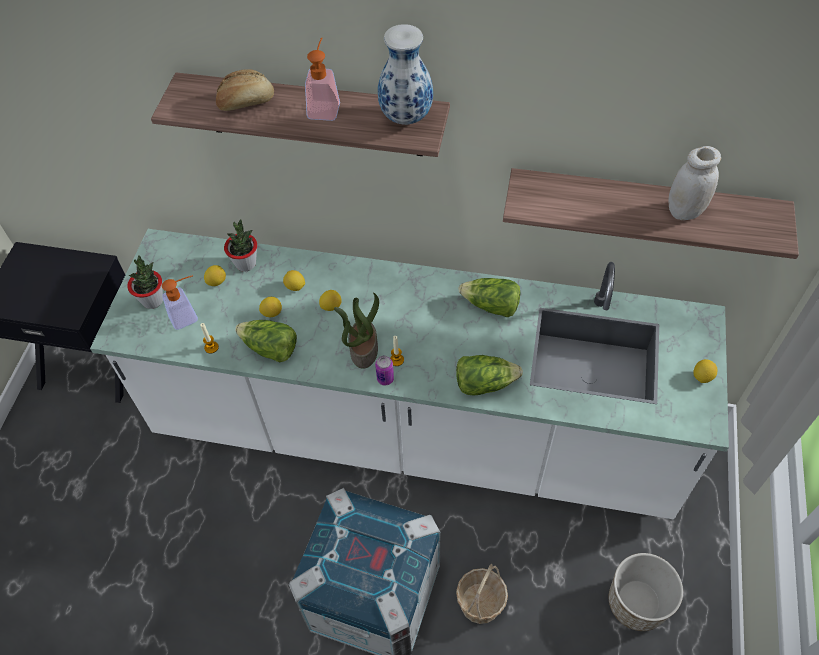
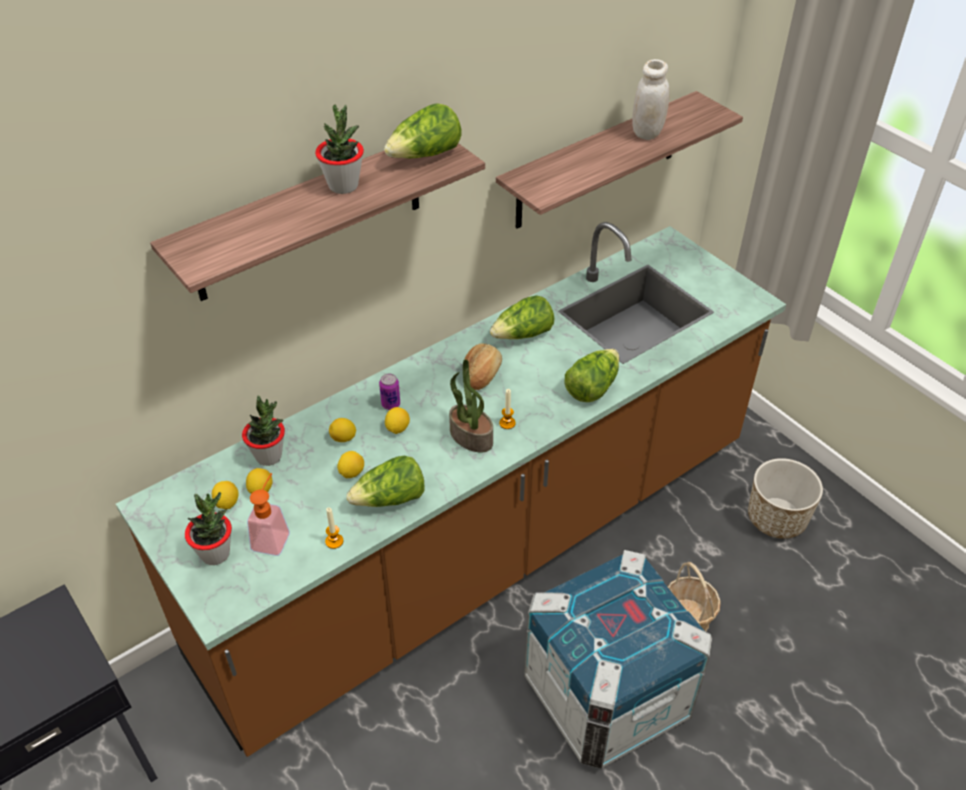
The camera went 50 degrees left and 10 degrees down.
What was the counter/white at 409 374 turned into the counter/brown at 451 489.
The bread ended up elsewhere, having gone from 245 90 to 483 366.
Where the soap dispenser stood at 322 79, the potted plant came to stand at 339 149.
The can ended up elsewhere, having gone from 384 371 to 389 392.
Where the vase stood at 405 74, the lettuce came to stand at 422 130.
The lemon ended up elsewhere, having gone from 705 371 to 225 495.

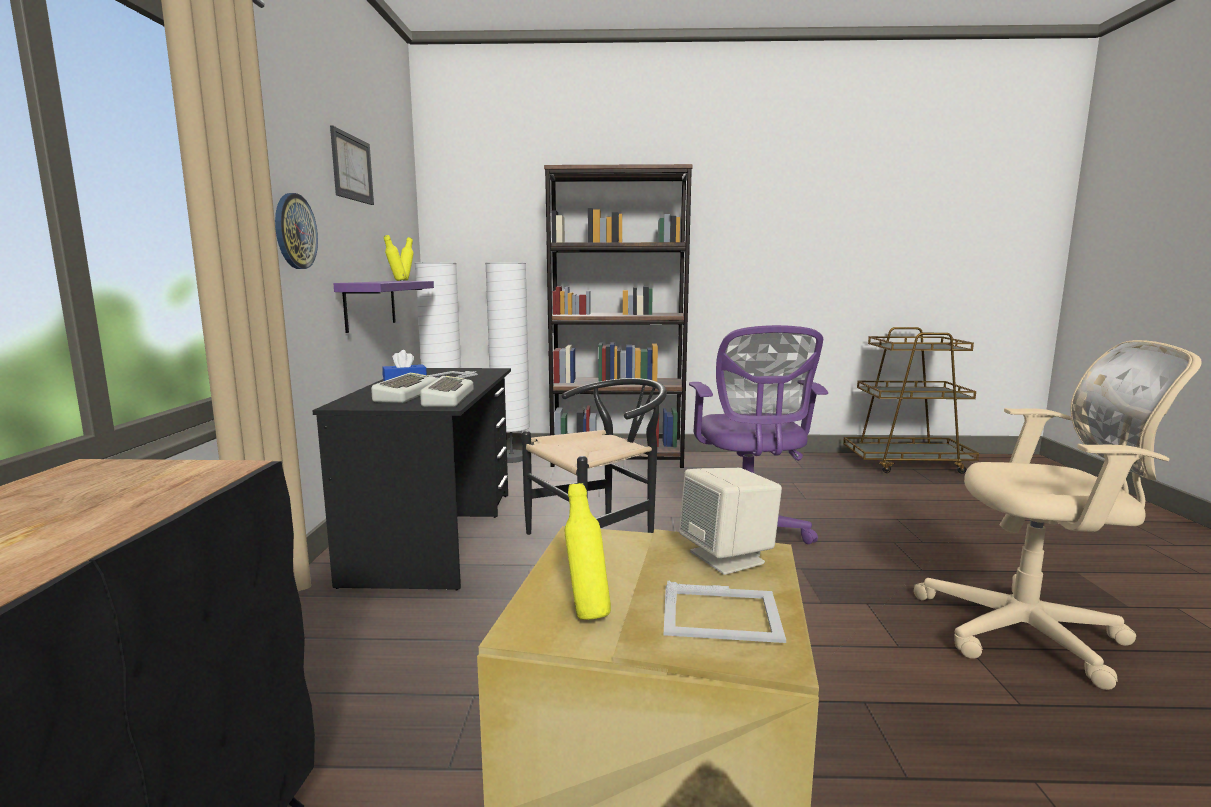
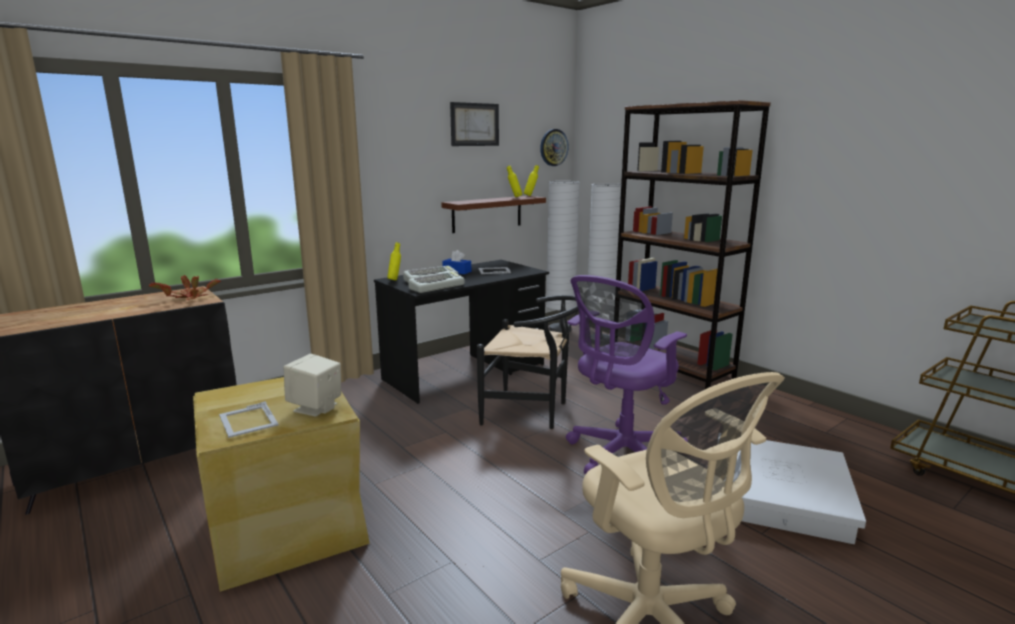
The camera went 50 degrees right and 5 degrees up.
The wall clock ended up elsewhere, having gone from 296 231 to 554 147.
What was the shelf/purple at 383 307 turned into the shelf/brown at 493 214.
The bottle/yellow ended up elsewhere, having gone from 588 551 to 394 261.
The second view gained the potted plant at 185 287.
The second view gained the storage box/white at 792 490.

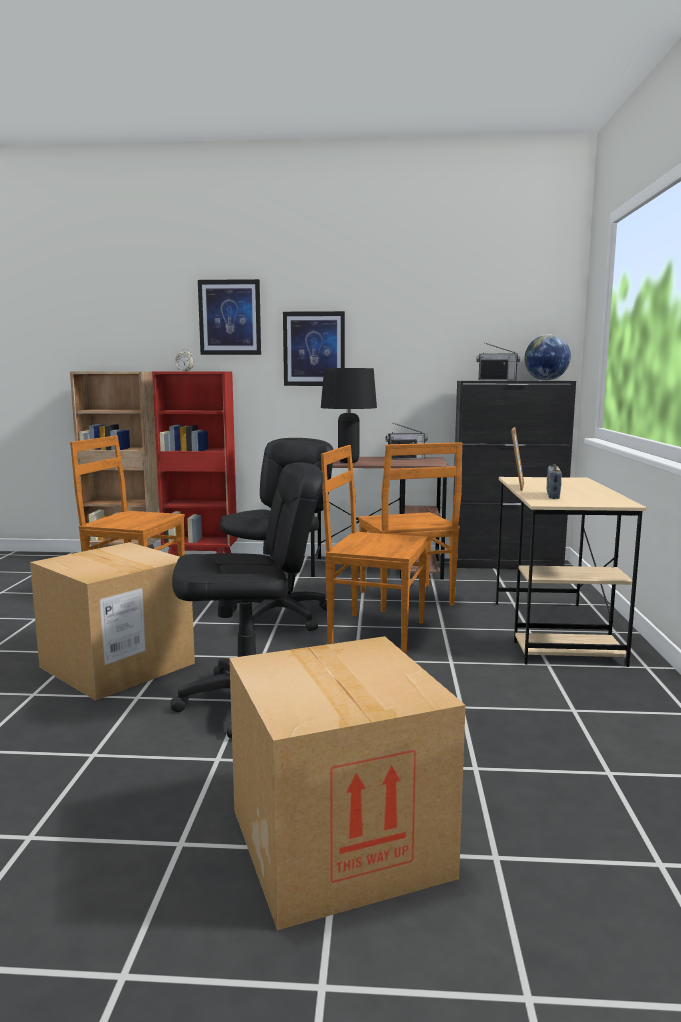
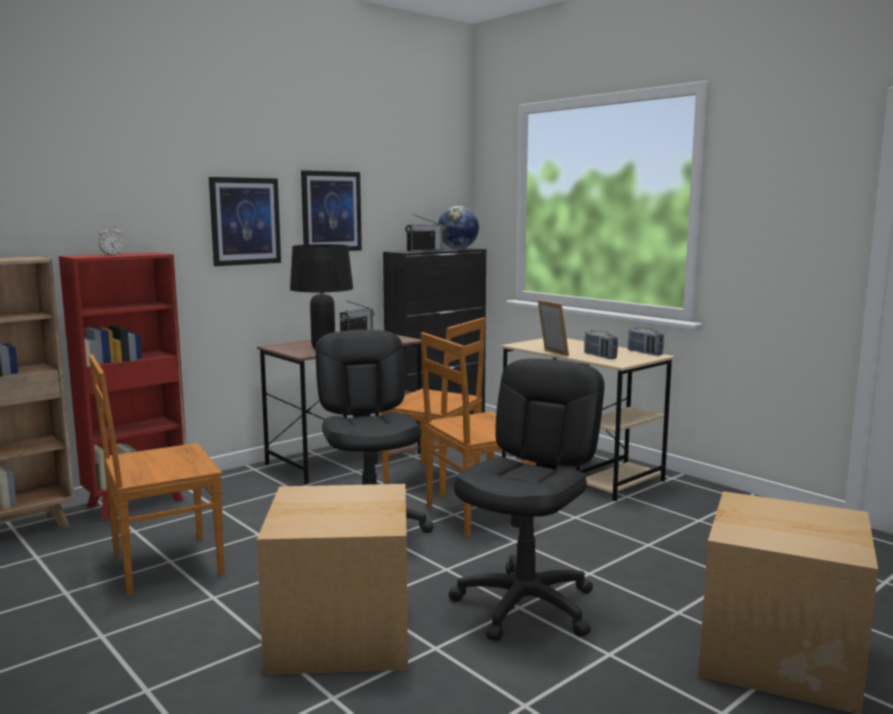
The camera went 45 degrees left and 0 degrees up.
The picture ended up elsewhere, having gone from 229 317 to 331 210.
The second view gained the radio at 646 341.

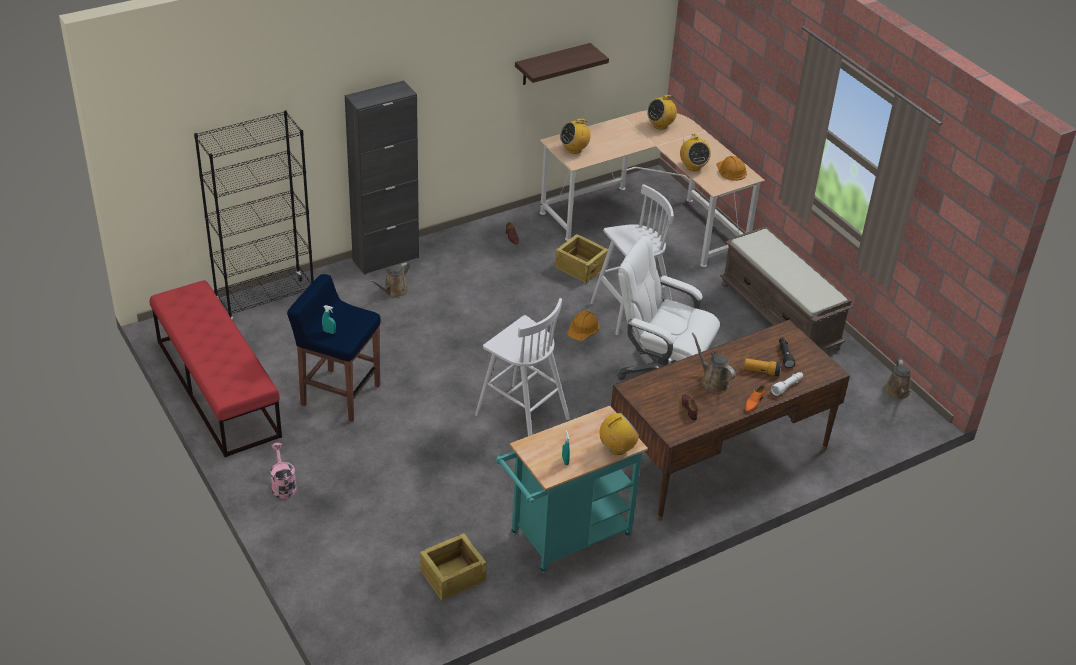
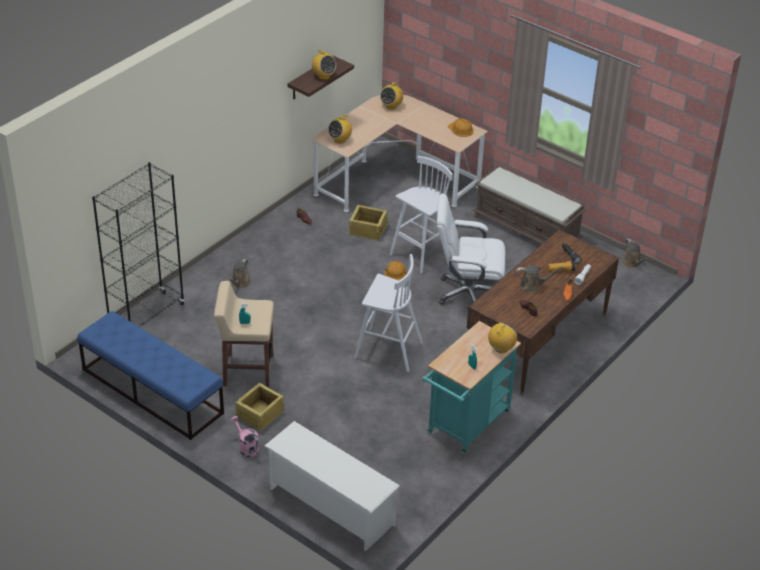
The camera went 20 degrees left and 0 degrees up.
What was the bench/red at 215 368 turned into the bench/blue at 150 375.
What was the stool/blue at 334 348 turned into the stool/beige at 244 334.
The second view lost the cabinet/black at 382 177.
The crate ended up elsewhere, having gone from 453 567 to 260 406.
The radio ended up elsewhere, having gone from 695 152 to 324 65.
The watering can/brown at 714 363 ended up facing another way, 150 degrees clockwise from before.
The second view gained the shoe rack/white at 332 486.

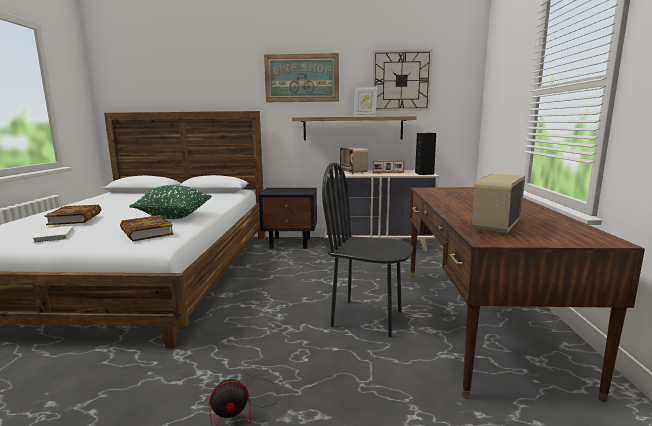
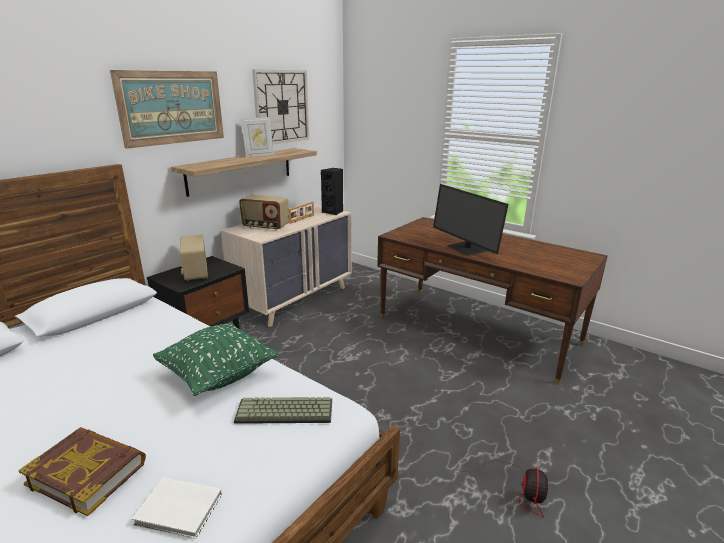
The camera went 55 degrees left and 10 degrees up.
Where the book stood at 147 228, the keyboard came to stand at 283 410.
The second view lost the chair/black at 367 249.
The radio ended up elsewhere, having gone from 498 204 to 194 258.
The second view gained the monitor at 471 220.

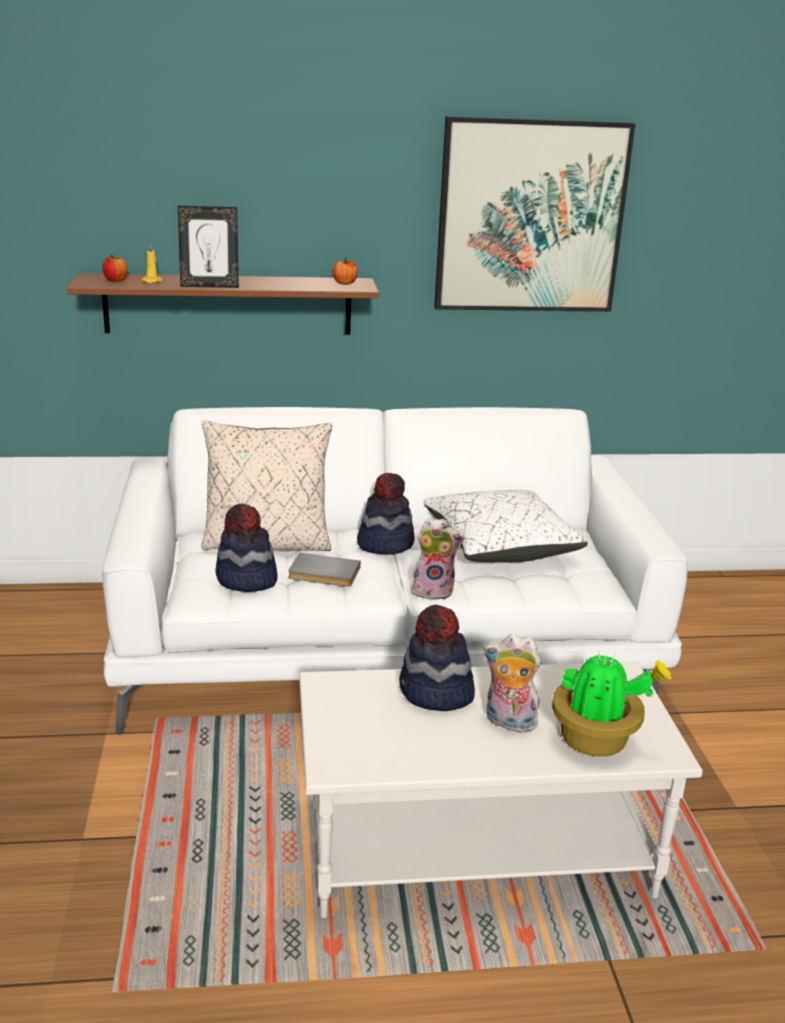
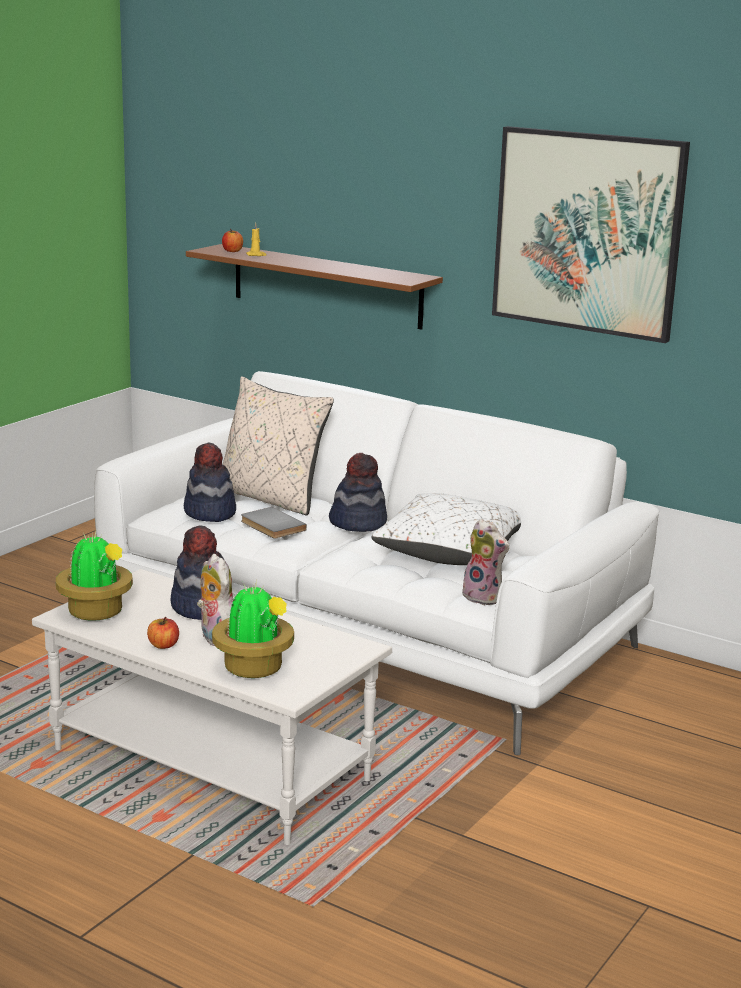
The camera went 40 degrees right and 5 degrees down.
The second view lost the picture frame at 208 247.
The apple ended up elsewhere, having gone from 345 271 to 163 633.
The plush toy ended up elsewhere, having gone from 438 559 to 485 562.
The second view gained the potted plant at 94 576.

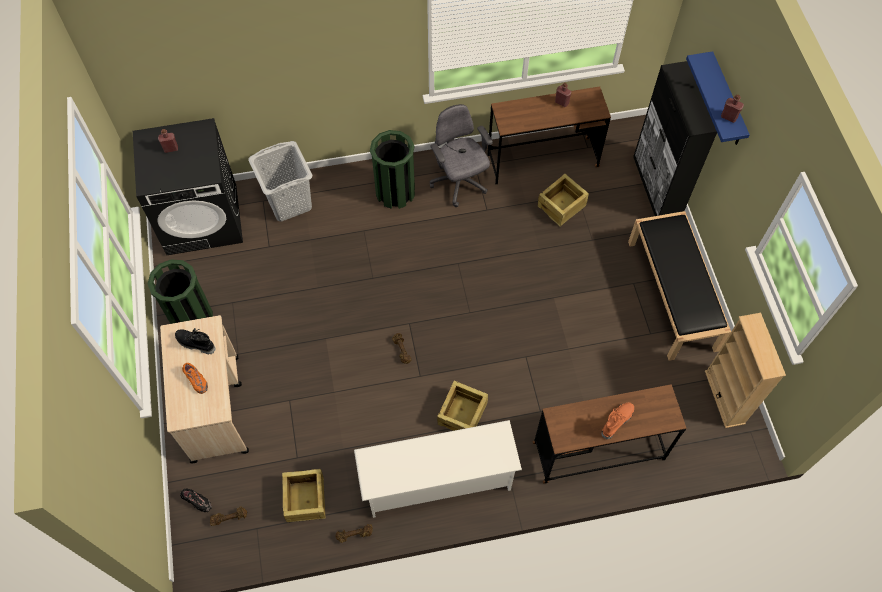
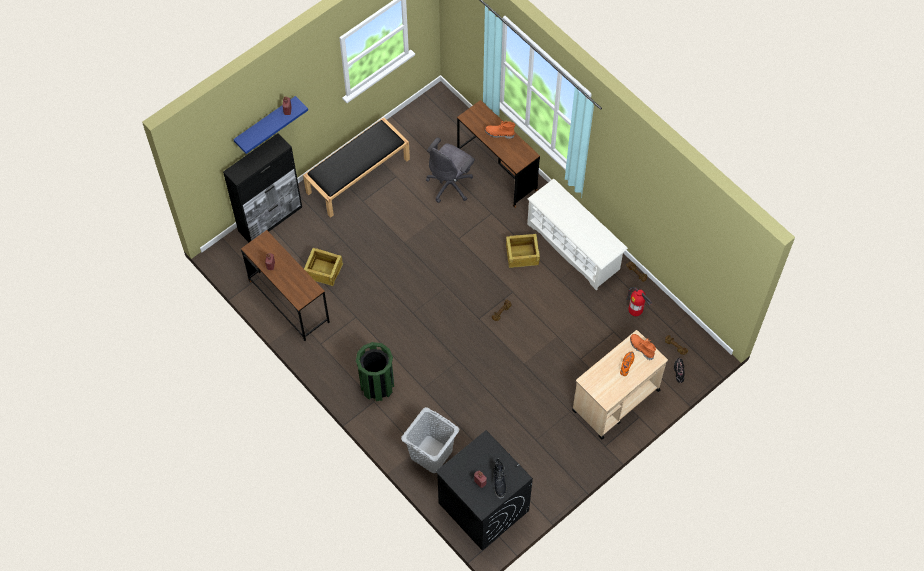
The camera went 120 degrees left and 0 degrees up.
The second view lost the trash can/green at 180 291.
The boot/black ended up elsewhere, having gone from 195 341 to 500 479.
Where the crate stood at 304 495, the fire extinguisher came to stand at 639 301.
The office chair/grey ended up elsewhere, having gone from 461 155 to 450 170.
The second view lost the bookcase/beige at 745 370.
The second view gained the boot/orange at 643 347.

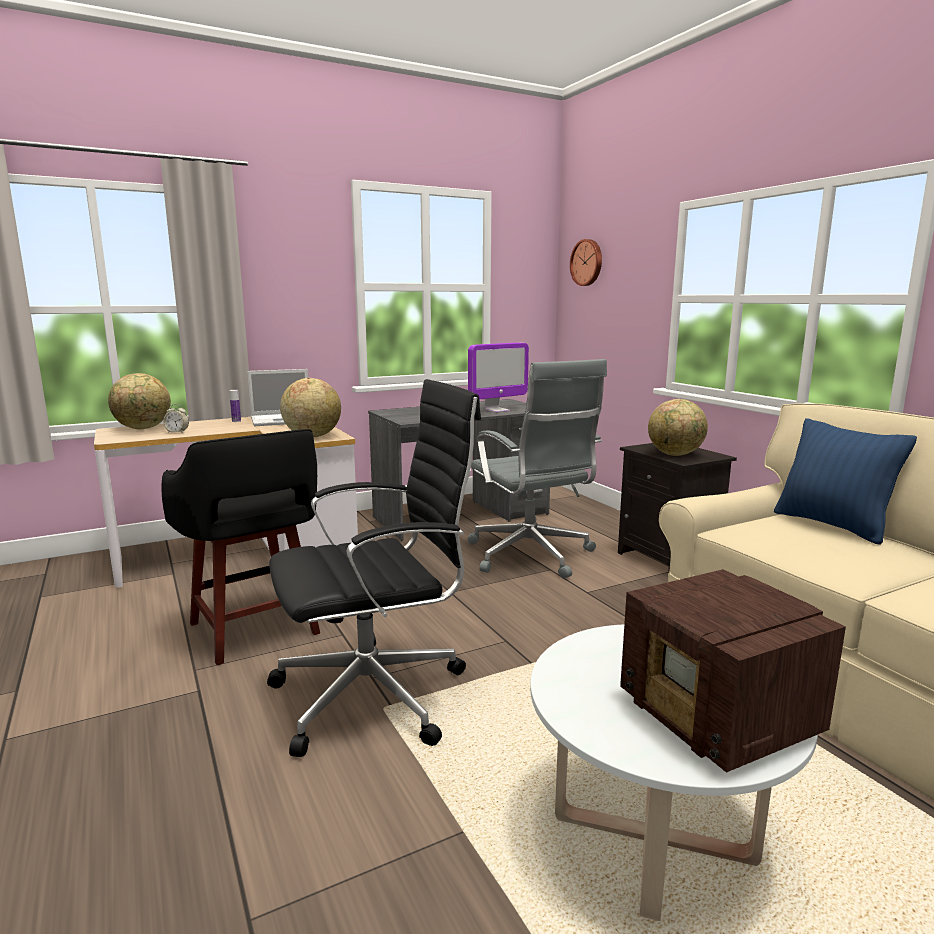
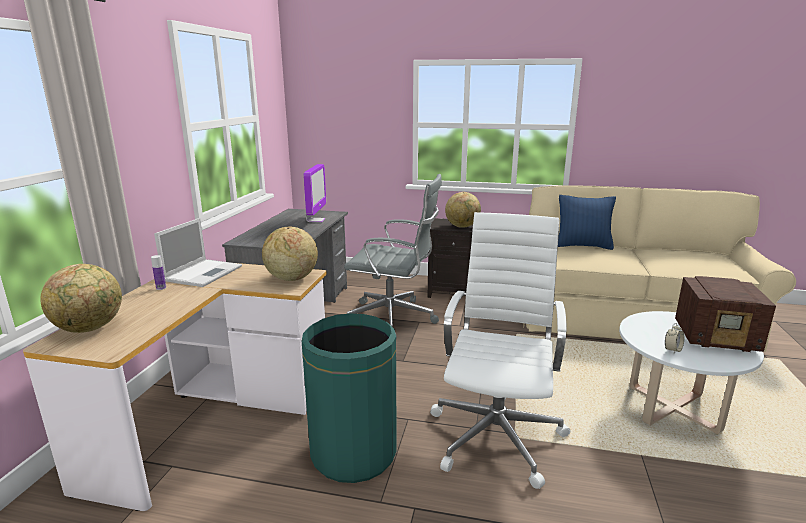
The camera went 50 degrees left and 5 degrees up.
Where the stool/black stood at 240 547, the trash can/green came to stand at 349 398.
The alarm clock ended up elsewhere, having gone from 176 418 to 674 338.
What was the office chair/black at 374 568 turned into the office chair/white at 500 350.
The second view lost the wall clock at 586 262.

